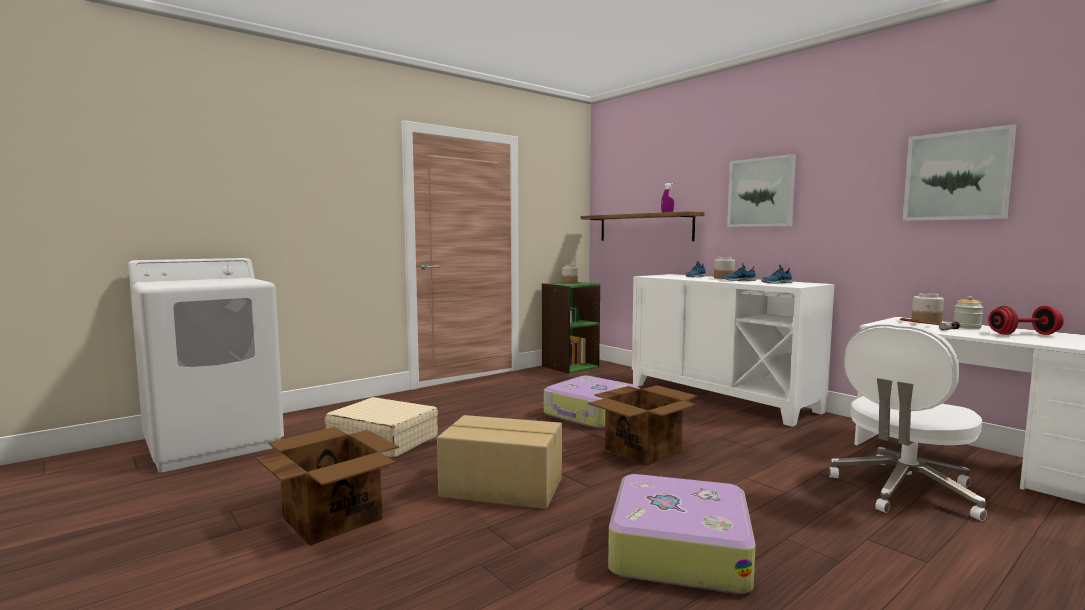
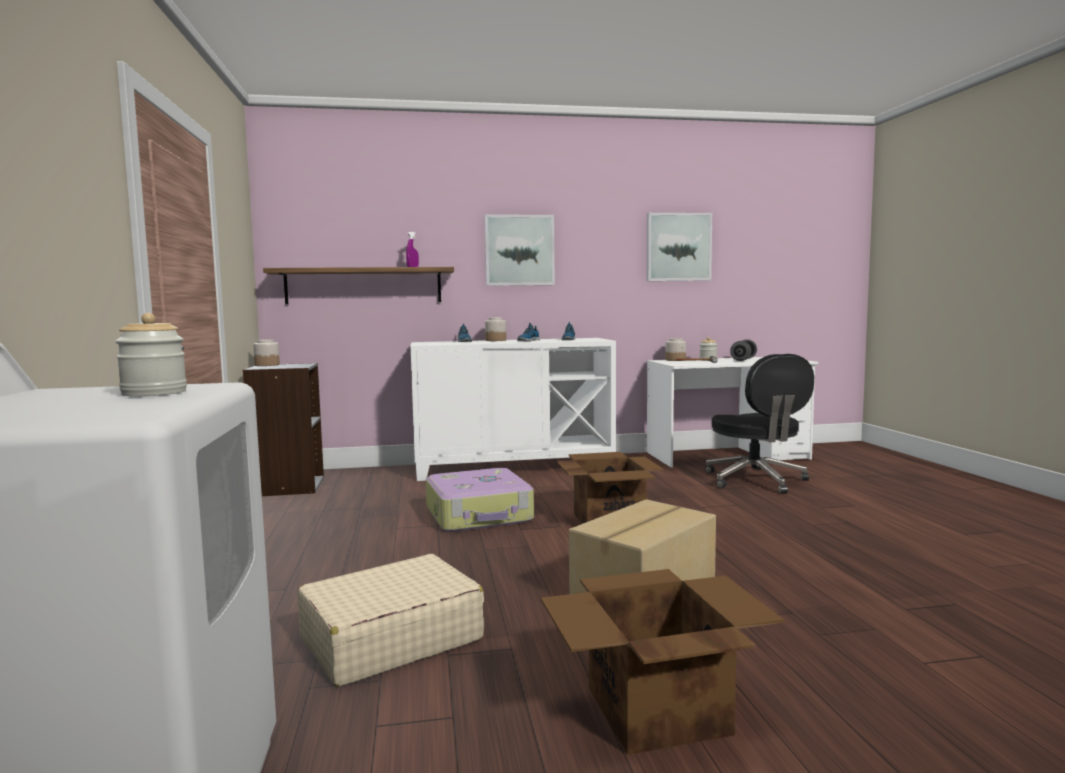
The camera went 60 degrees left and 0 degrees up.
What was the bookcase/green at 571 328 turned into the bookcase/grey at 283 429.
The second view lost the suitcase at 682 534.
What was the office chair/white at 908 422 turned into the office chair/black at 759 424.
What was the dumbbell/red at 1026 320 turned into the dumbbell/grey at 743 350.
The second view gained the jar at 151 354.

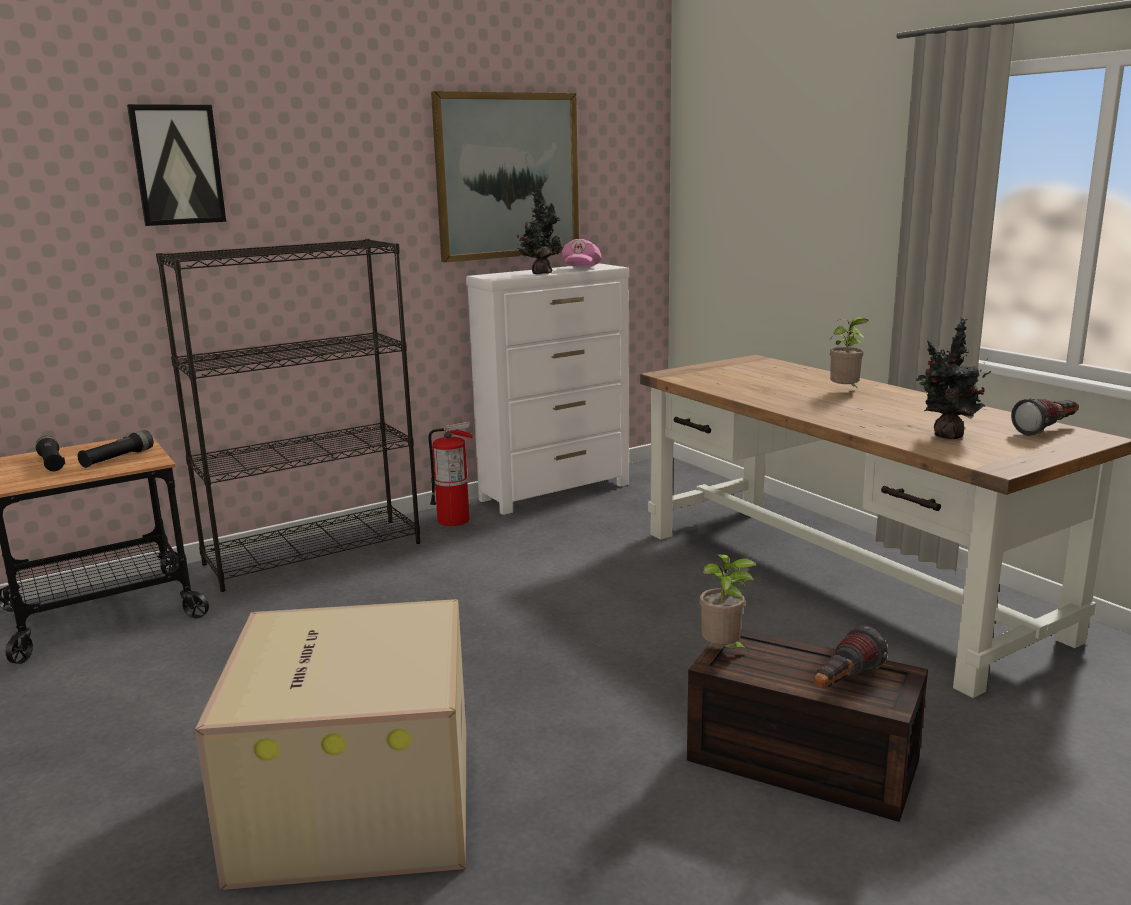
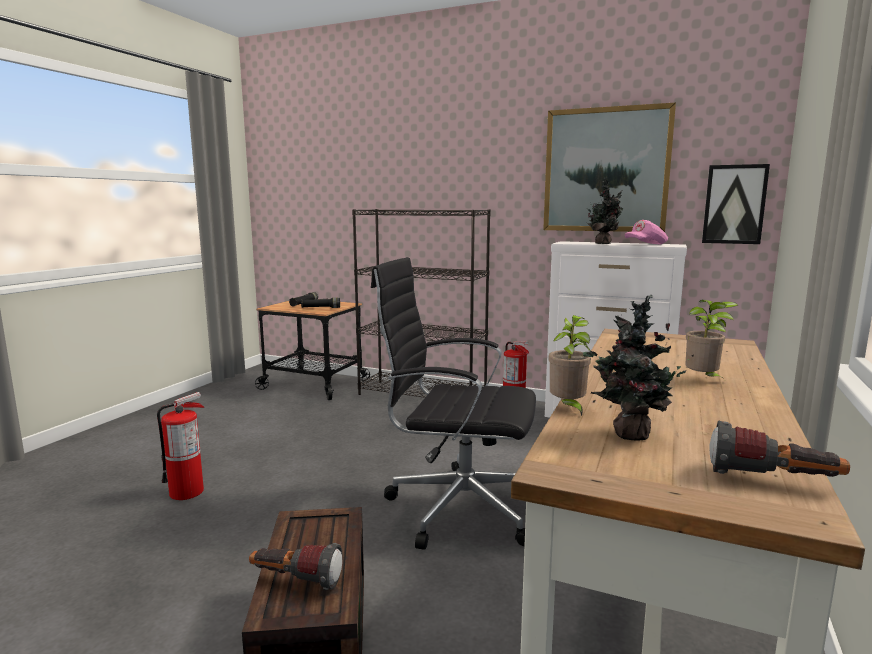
The camera went 55 degrees right and 5 degrees down.
The picture ended up elsewhere, having gone from 176 165 to 736 204.
Where the cardboard box stood at 330 744, the fire extinguisher came to stand at 180 446.
The potted plant ended up elsewhere, having gone from 728 603 to 570 365.
The second view gained the office chair/black at 453 403.

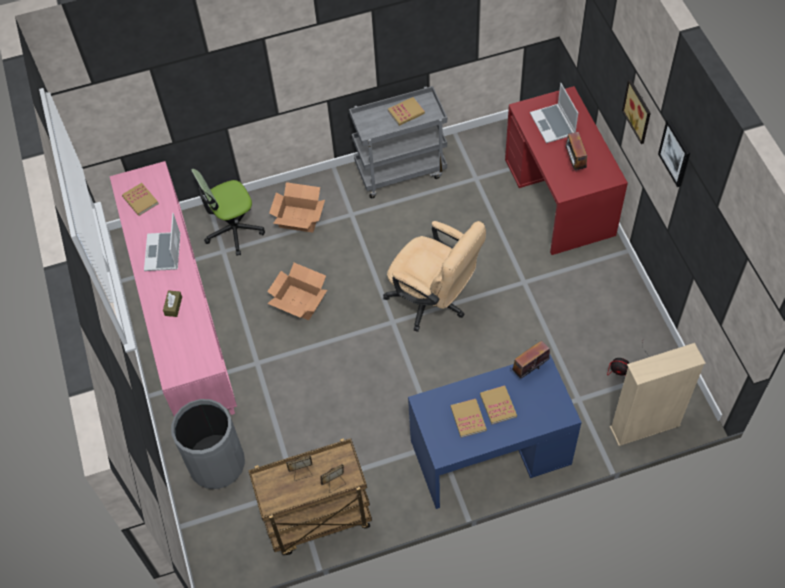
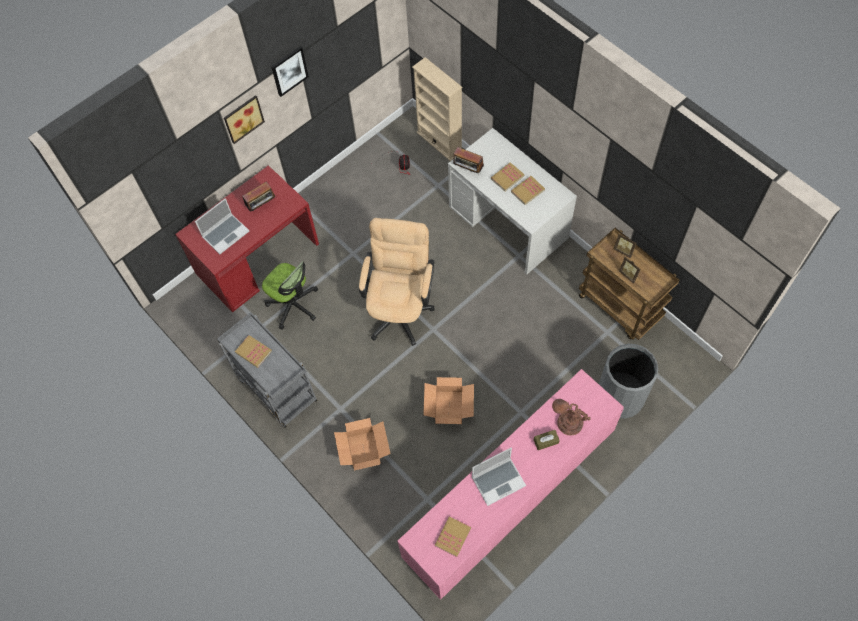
The camera went 115 degrees left and 5 degrees up.
The office chair ended up elsewhere, having gone from 228 212 to 290 295.
What was the desk/blue at 495 432 turned into the desk/white at 512 201.
The second view gained the table lamp/brown at 571 417.

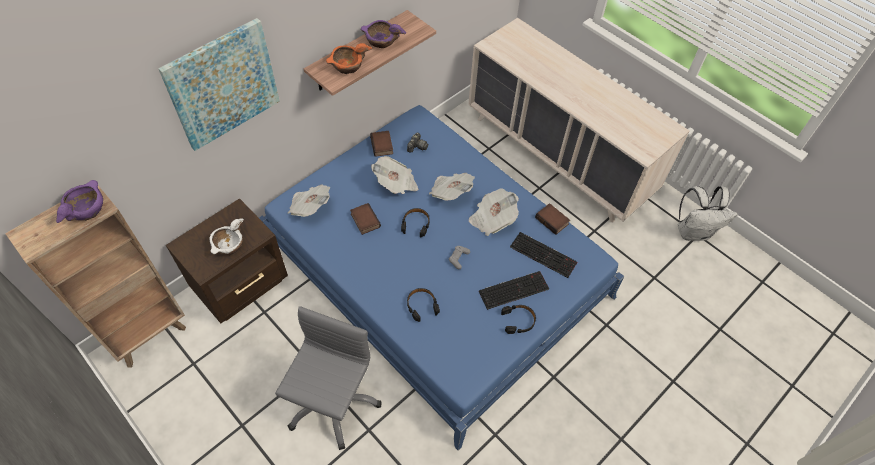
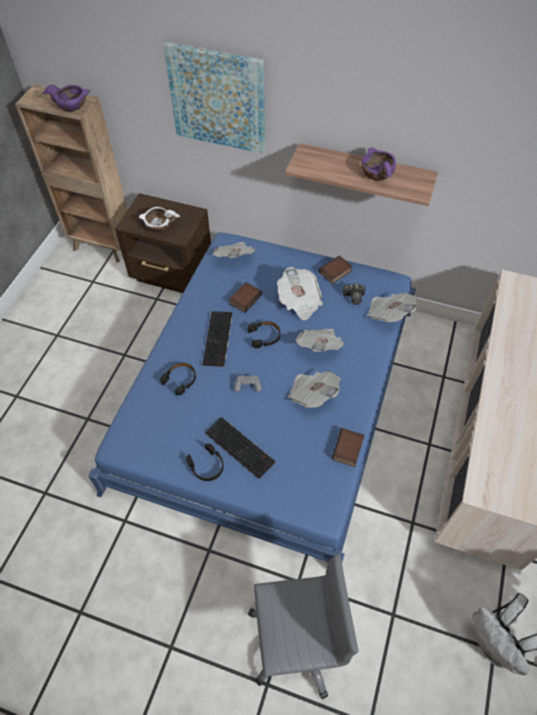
The camera went 65 degrees right and 0 degrees up.
The office chair/grey ended up elsewhere, having gone from 328 378 to 303 626.
The second view lost the bowl/orange at 349 58.
The keyboard ended up elsewhere, having gone from 543 255 to 217 339.
The second view gained the newspaper at 392 307.

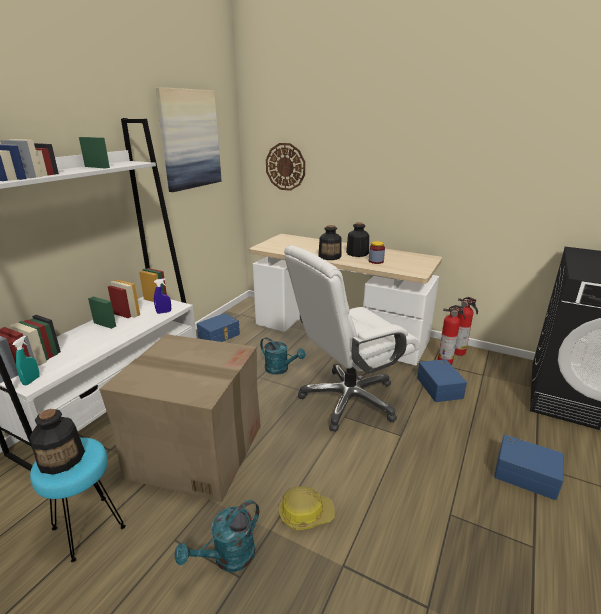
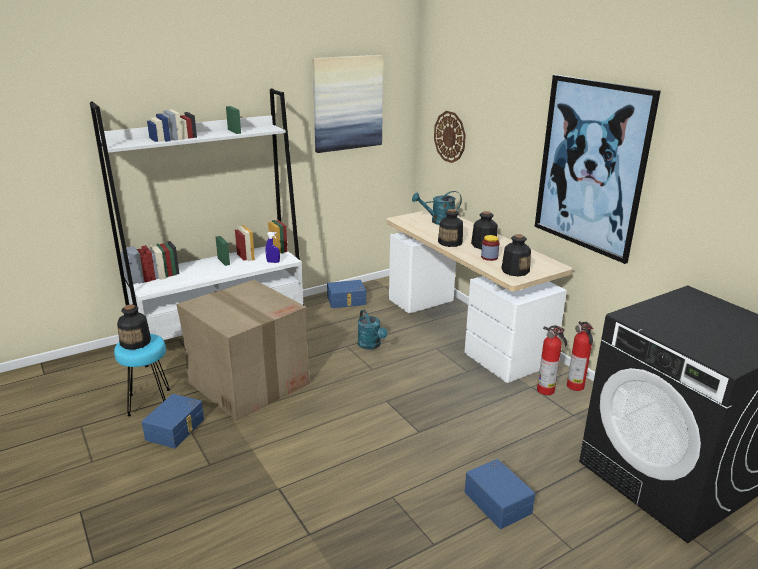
The camera went 30 degrees right and 0 degrees up.
The second view lost the spray bottle/turquoise at 26 360.
The watering can/turquoise ended up elsewhere, having gone from 216 536 to 437 208.
The second view lost the hard hat at 307 508.
The second view lost the office chair/white at 352 338.
The storage box/blue ended up elsewhere, having gone from 442 380 to 173 421.
The second view gained the bottle at 516 255.
The second view gained the picture at 598 169.

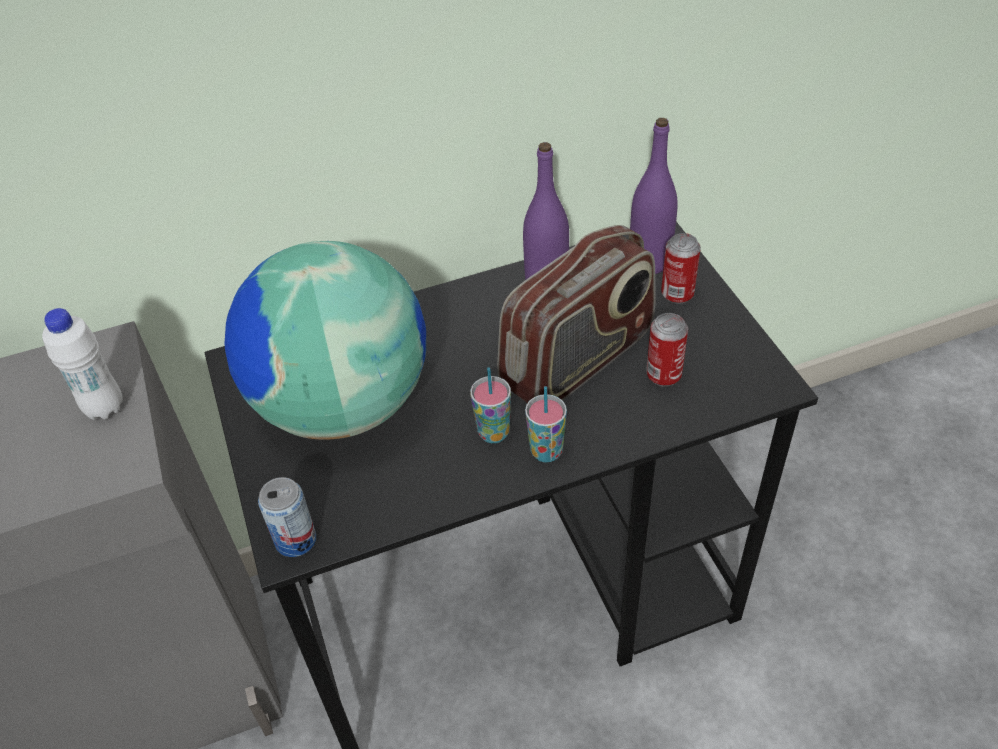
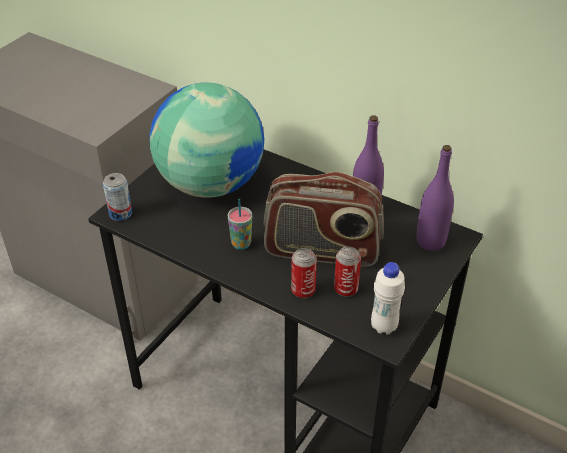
The camera went 50 degrees right and 5 degrees down.
The bottle/white ended up elsewhere, having gone from 82 364 to 388 298.
The second view lost the cup at 546 424.
The can ended up elsewhere, having gone from 681 268 to 304 273.

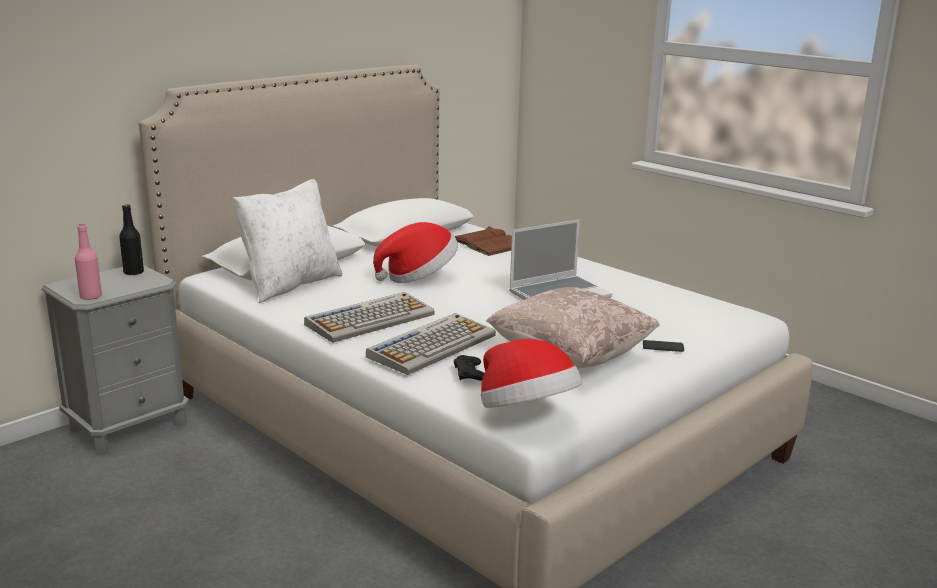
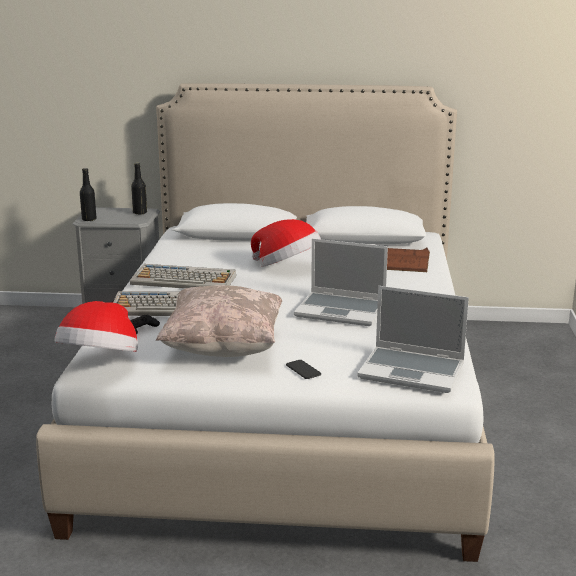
The camera went 50 degrees right and 0 degrees up.
What was the bottle/pink at 88 262 turned into the bottle/black at 88 194.
The second view lost the pillow/white at 287 241.
The second view gained the laptop at 413 339.

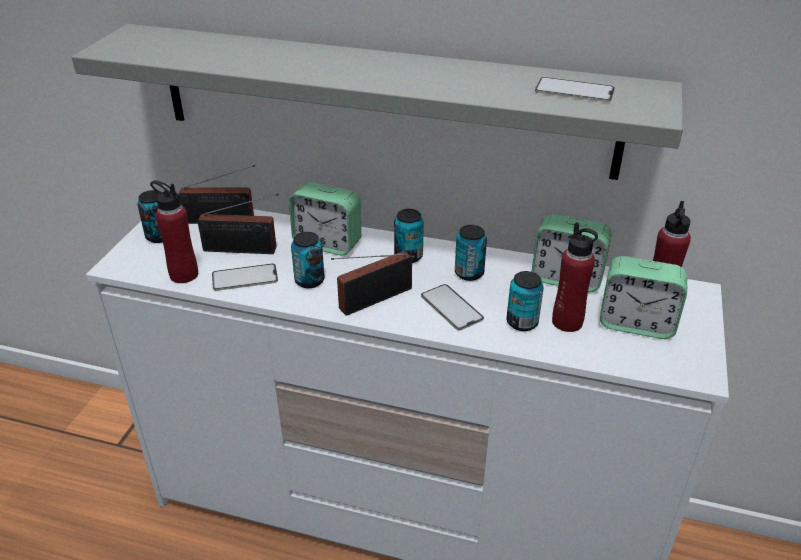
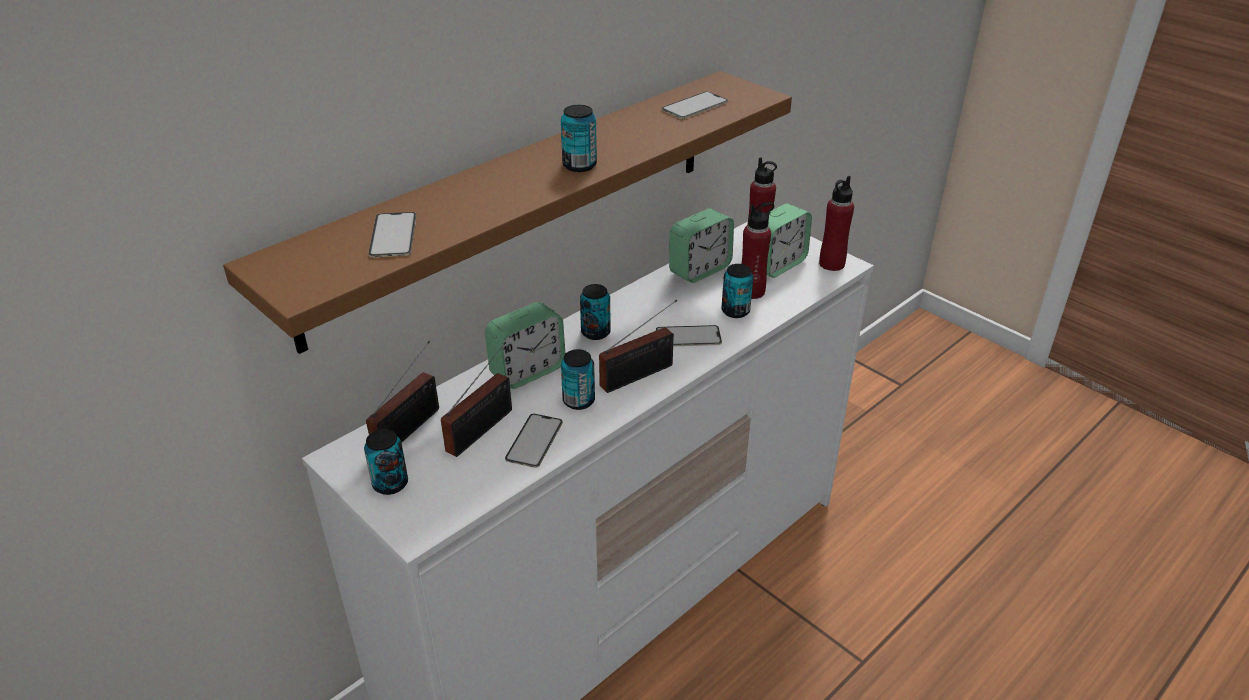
The camera went 60 degrees left and 0 degrees up.
What was the shelf/grey at 377 102 turned into the shelf/brown at 507 212.
The bottle/red ended up elsewhere, having gone from 174 232 to 836 223.
The radio at 371 283 ended up facing another way, 120 degrees counterclockwise from before.
The can ended up elsewhere, having gone from 471 253 to 579 138.
The second view gained the phone at 392 234.

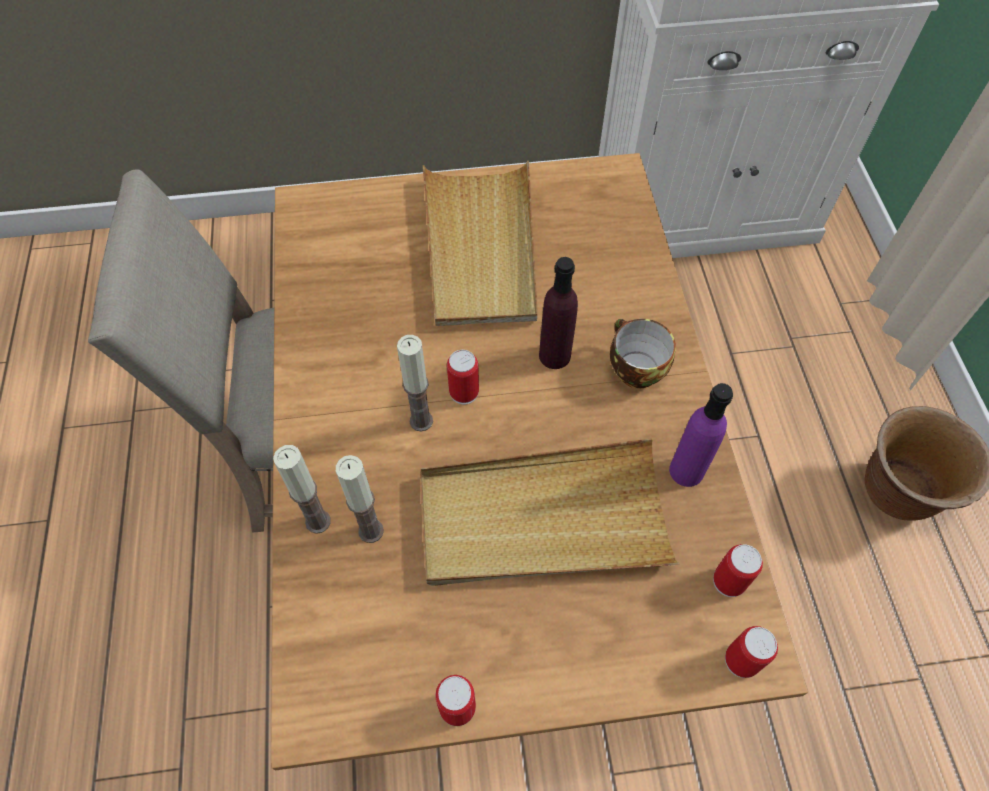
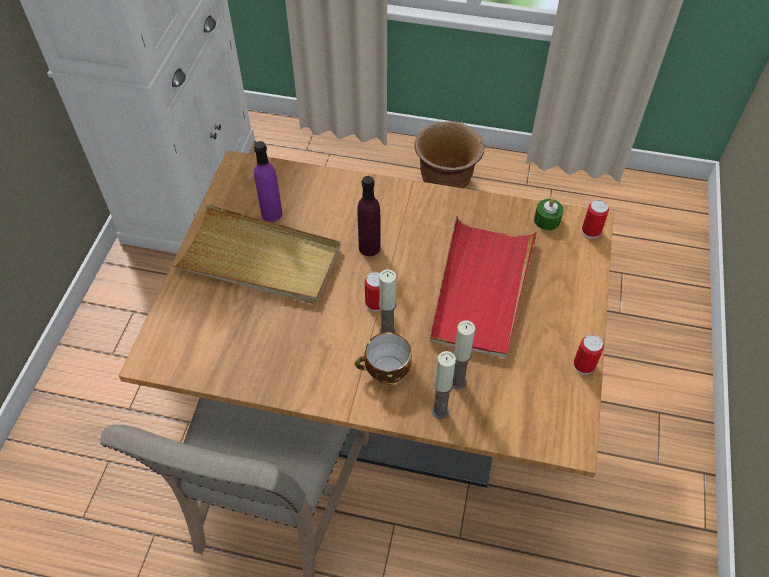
The camera went 70 degrees left and 5 degrees down.
What was the tray/beige at 550 512 turned into the tray/red at 483 287.
The cup ended up elsewhere, having gone from 643 353 to 383 358.
The bottle/purple ended up elsewhere, having gone from 701 435 to 268 181.
Where the can stood at 738 570, the candle/green came to stand at 549 214.

